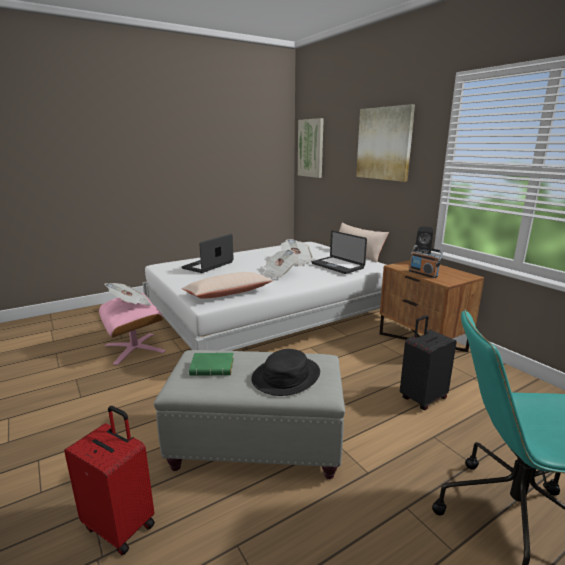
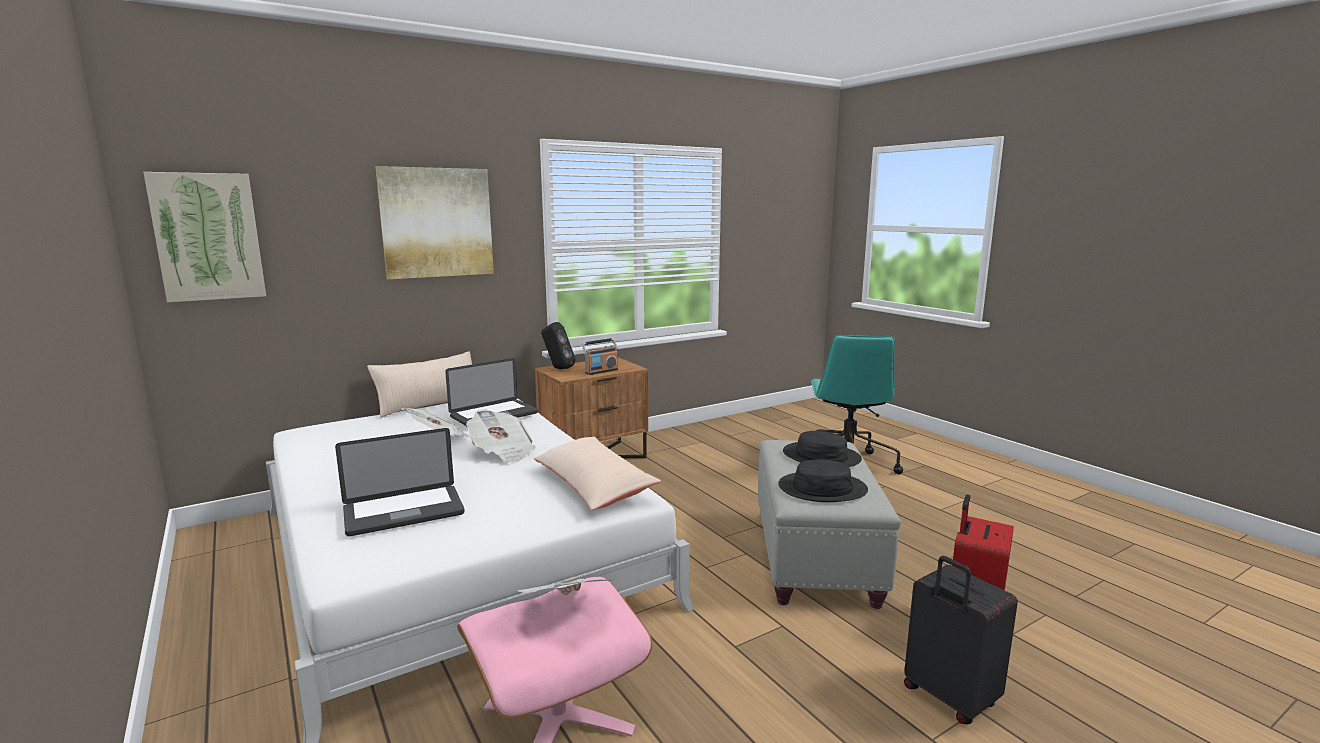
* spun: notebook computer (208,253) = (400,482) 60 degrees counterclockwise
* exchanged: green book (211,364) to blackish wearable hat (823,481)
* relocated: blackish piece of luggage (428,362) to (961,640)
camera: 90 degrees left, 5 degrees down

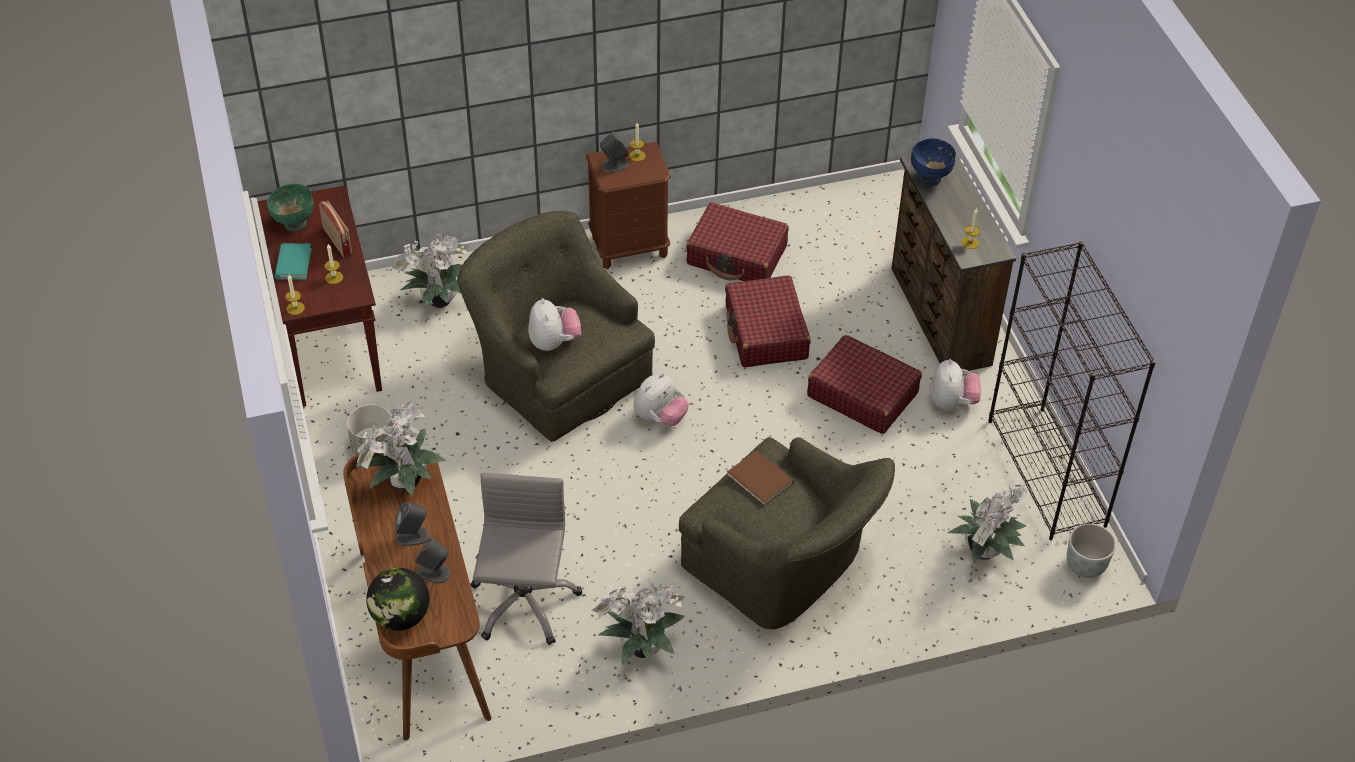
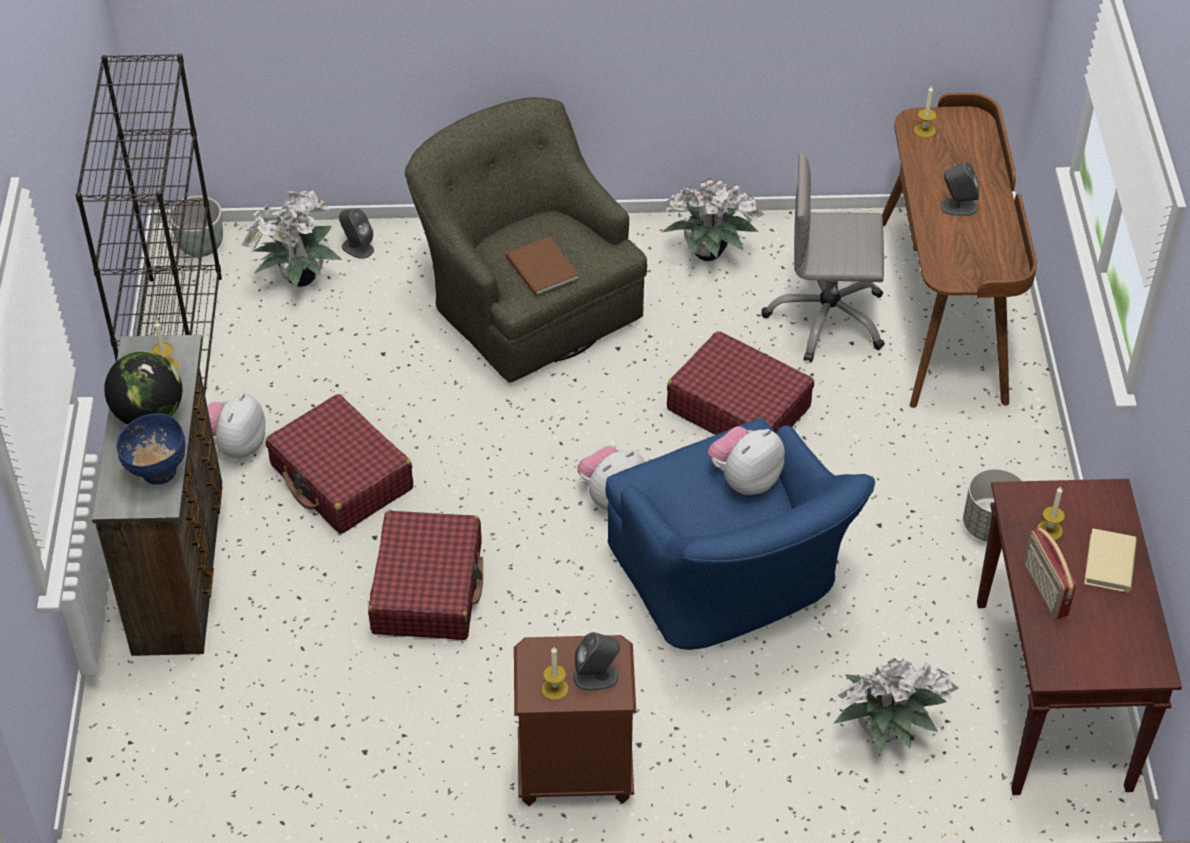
* relocated: desk globe (398,599) to (143,387)
* relocated: greyish speaker (433,560) to (356,233)
* colour: green lounge chair (556,326) to blue lounge chair (740,534)
* relocated: reddish piece of luggage (737,241) to (740,383)
* spun: cuddly toy (554,324) = (746,460) 45 degrees clockwise
* spun: greyish desk chair (526,559) = (823,257) 75 degrees clockwise
* relocated: candle (295,295) to (925,111)
* colour: blue-green book (293,261) to beige-coloured book (1110,560)
* missing: green bowl (290,208)
* missing: potted plant (401,449)
camera: 165 degrees left, 0 degrees up

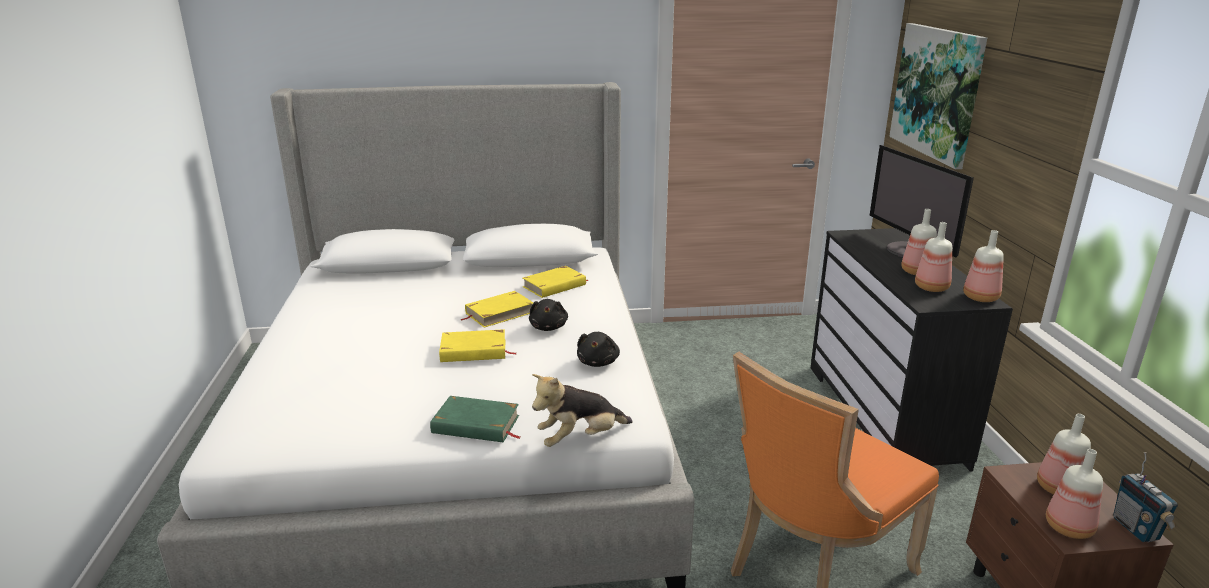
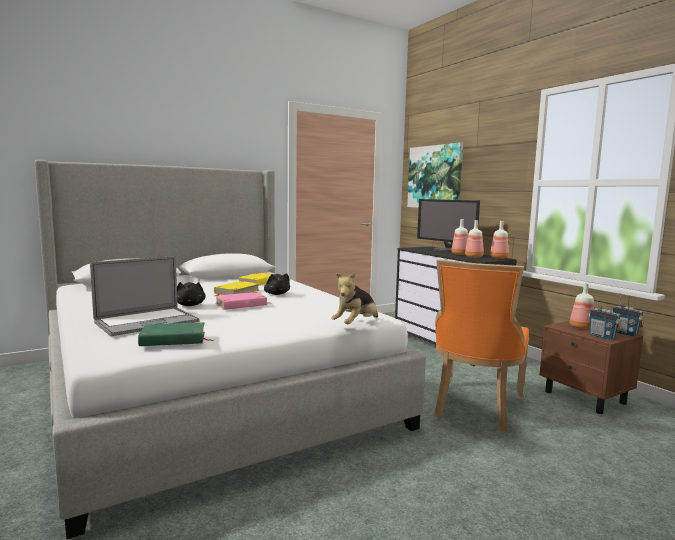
* appeared: notebook computer (145,296)
* relocated: green book (475,419) to (176,334)
* relocated: blackish cuddly toy (598,349) to (191,294)
* colour: yellow-coloured book (477,345) to pink-coloured book (241,301)
* exchanged: bottle (1074,494) to radio receiver (605,317)
camera: 25 degrees left, 15 degrees down

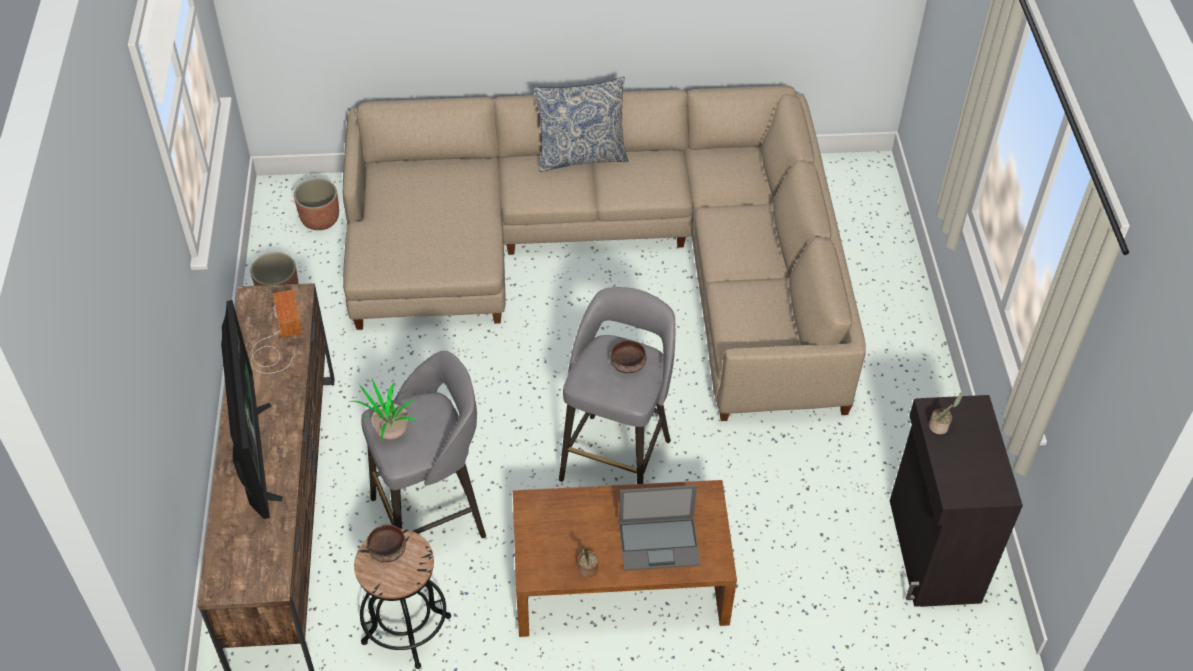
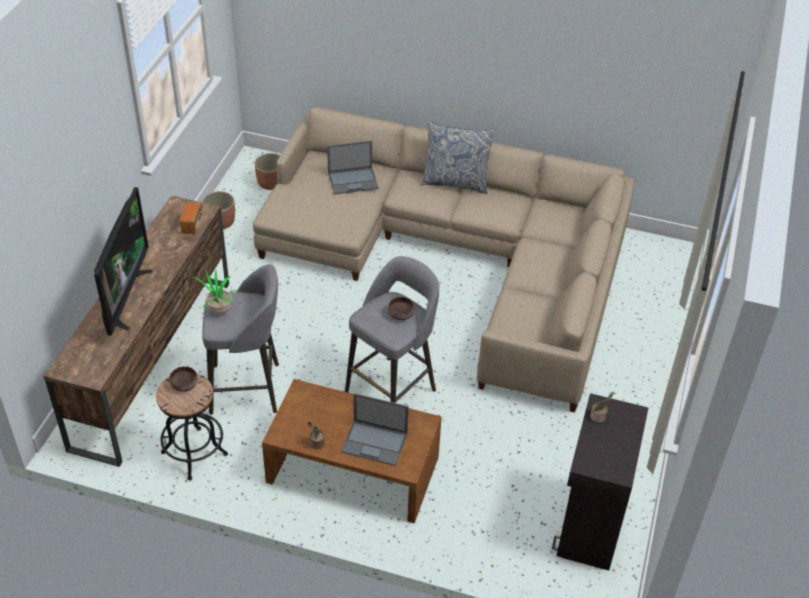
* appeared: notebook computer (353,168)
camera: 20 degrees right, 5 degrees down

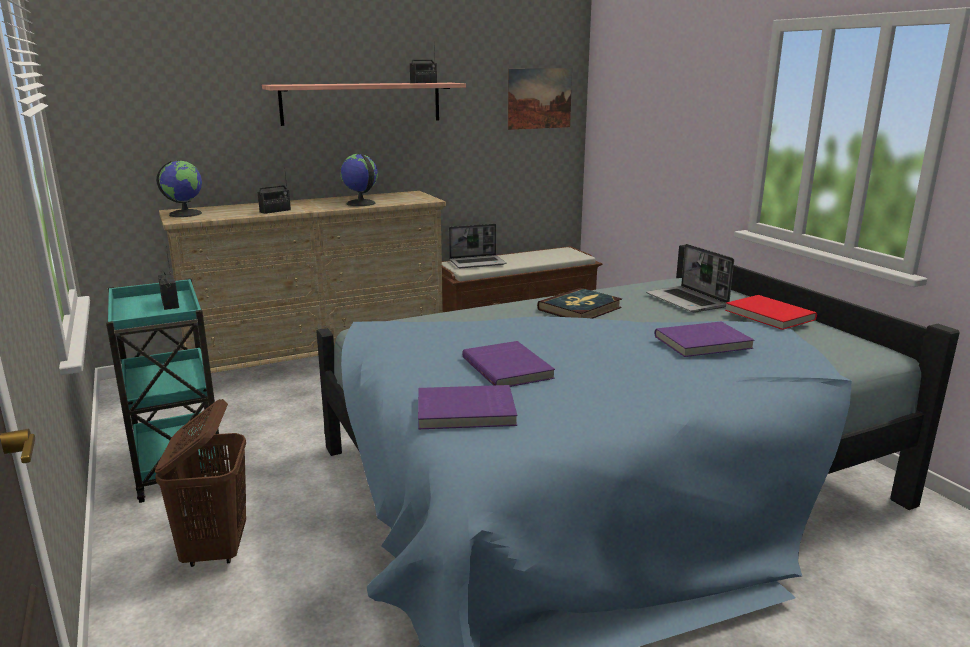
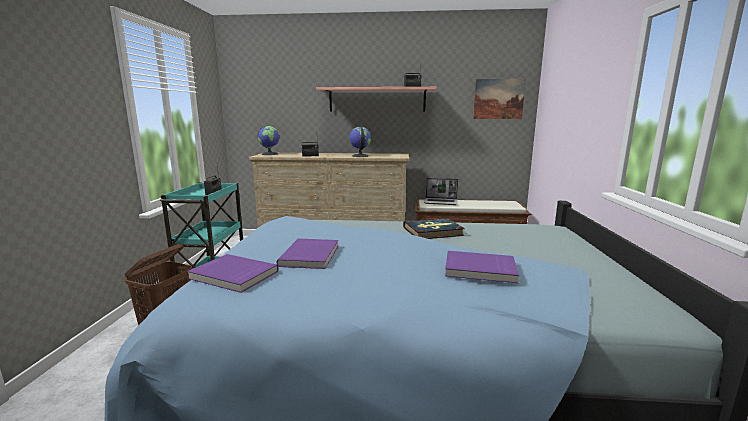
* missing: notebook computer (690,278)
* missing: reddish book (771,312)
camera: 30 degrees right, 5 degrees down

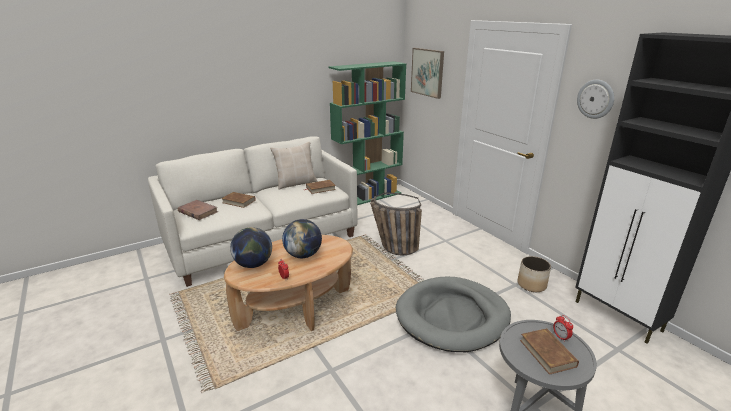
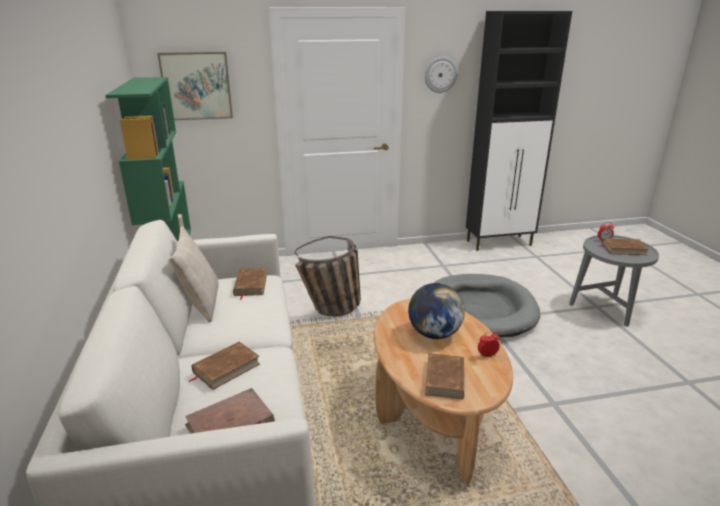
* exchanged: desk globe (251,247) to brown book (444,376)
* missing: flower pot (534,274)
camera: 70 degrees left, 0 degrees up

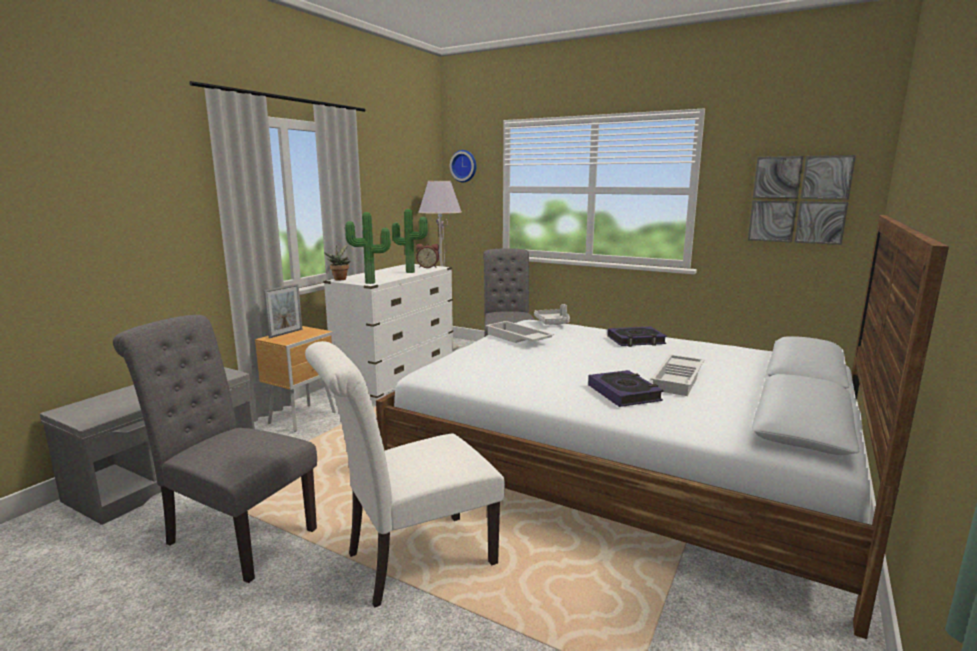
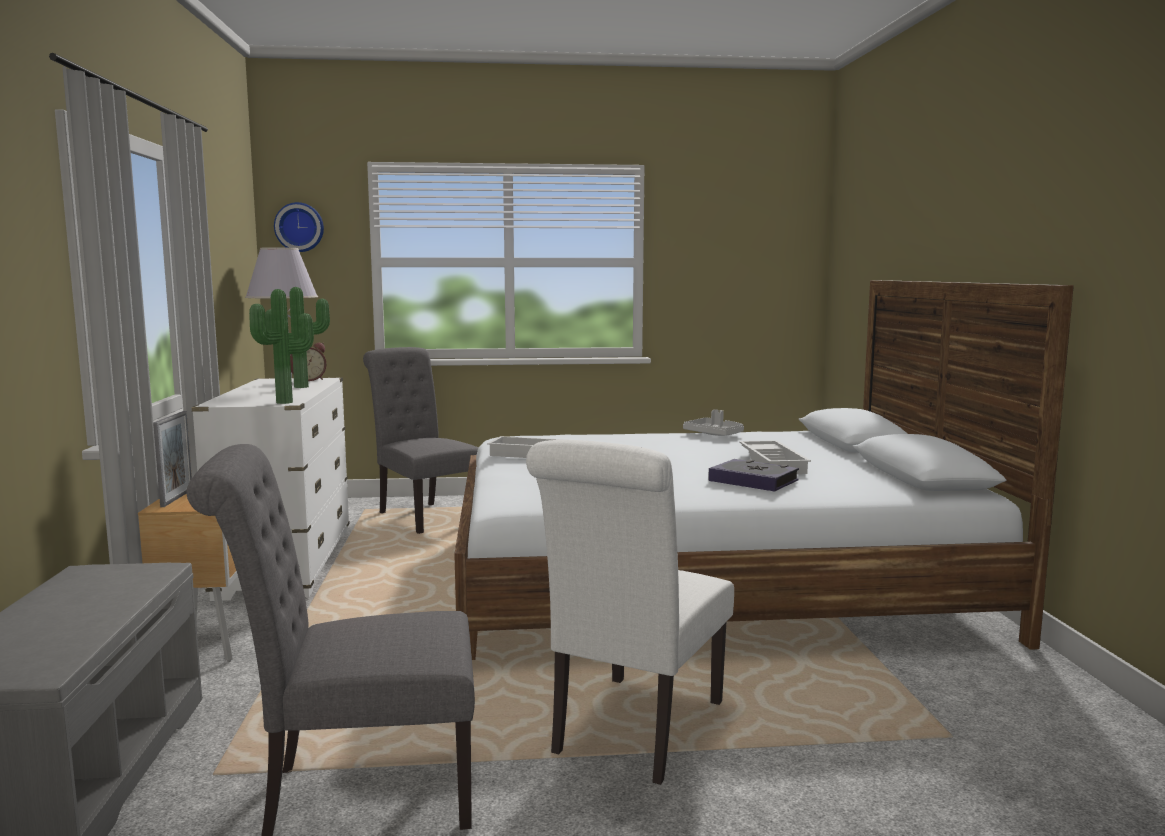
* relocated: greyish carrying tray (552,314) to (713,422)
* missing: potted plant (337,262)
* missing: book (637,336)
* missing: wall picture (802,200)
camera: 35 degrees left, 5 degrees down

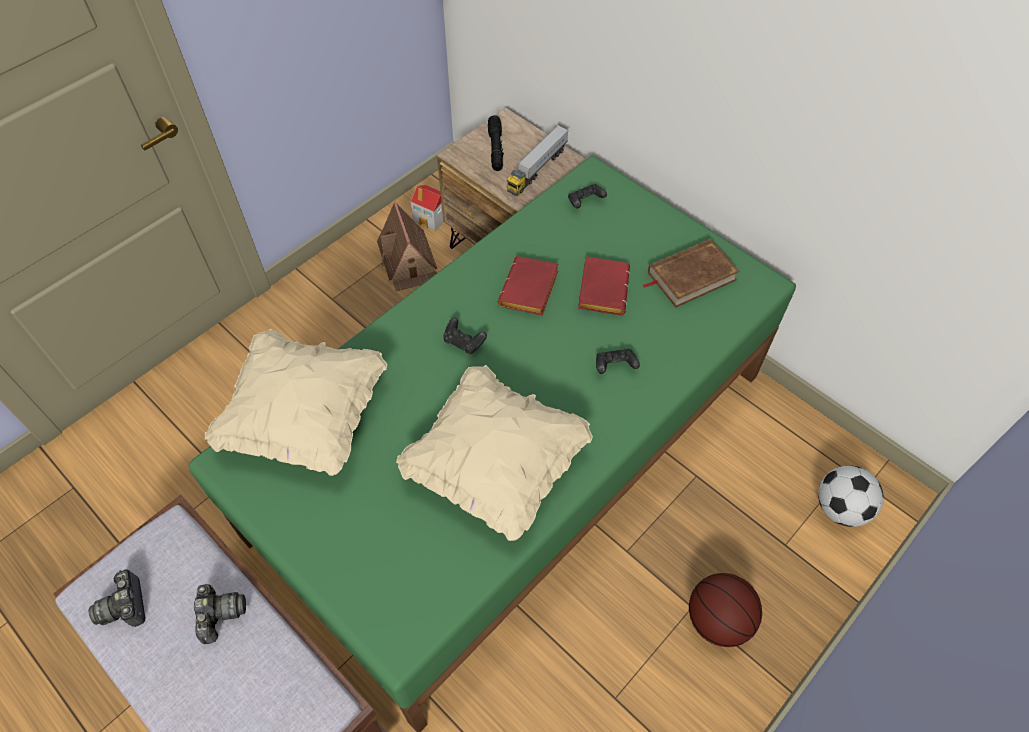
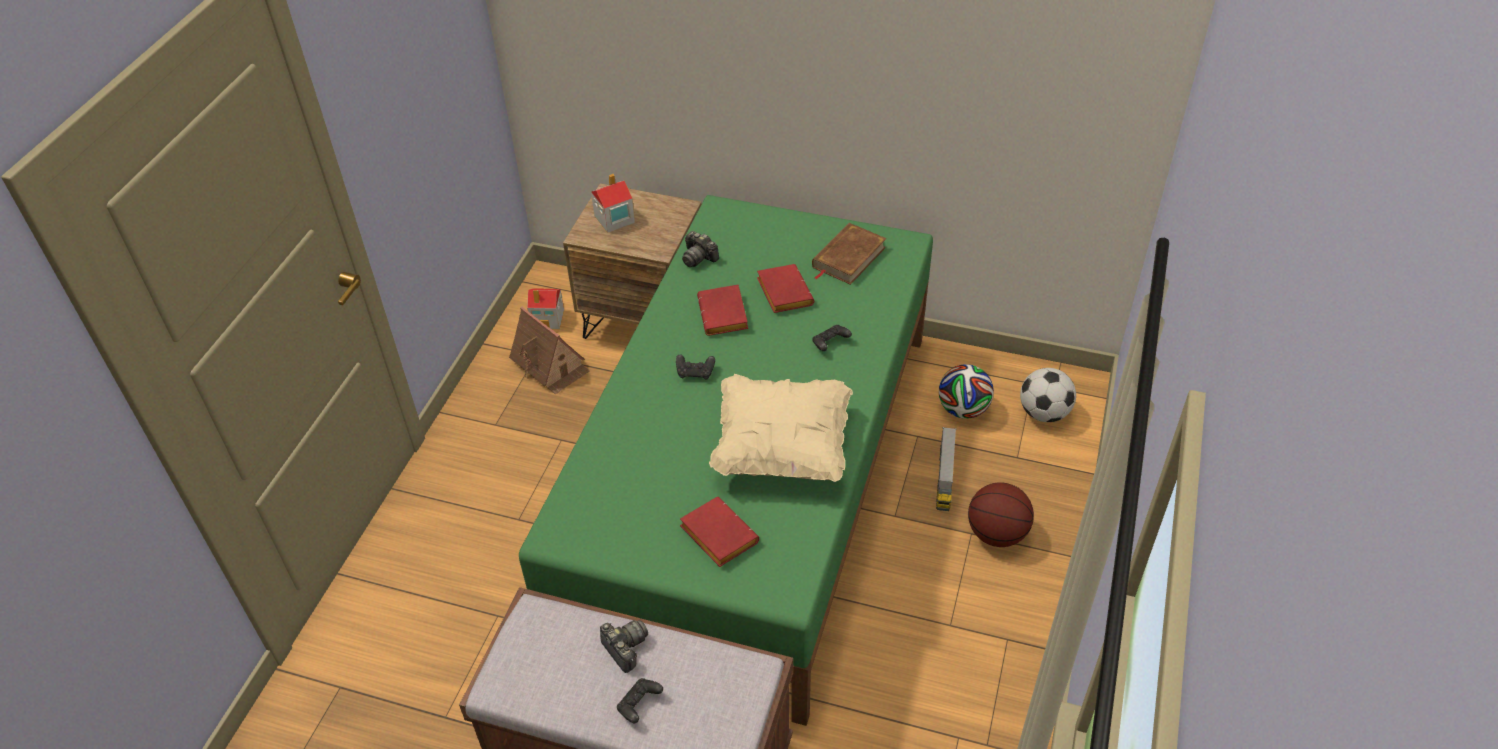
* exchanged: blackish flashlight (496,143) to model house (613,203)
* relocated: blackish gamepad (587,196) to (640,700)
* appeared: reddish book (719,532)
* relocated: still camera (117,598) to (700,249)
* relocated: toy truck (538,160) to (946,469)
* appeared: football (966,391)
* missing: beige-coloured cushion (296,402)
camera: 25 degrees left, 10 degrees down

